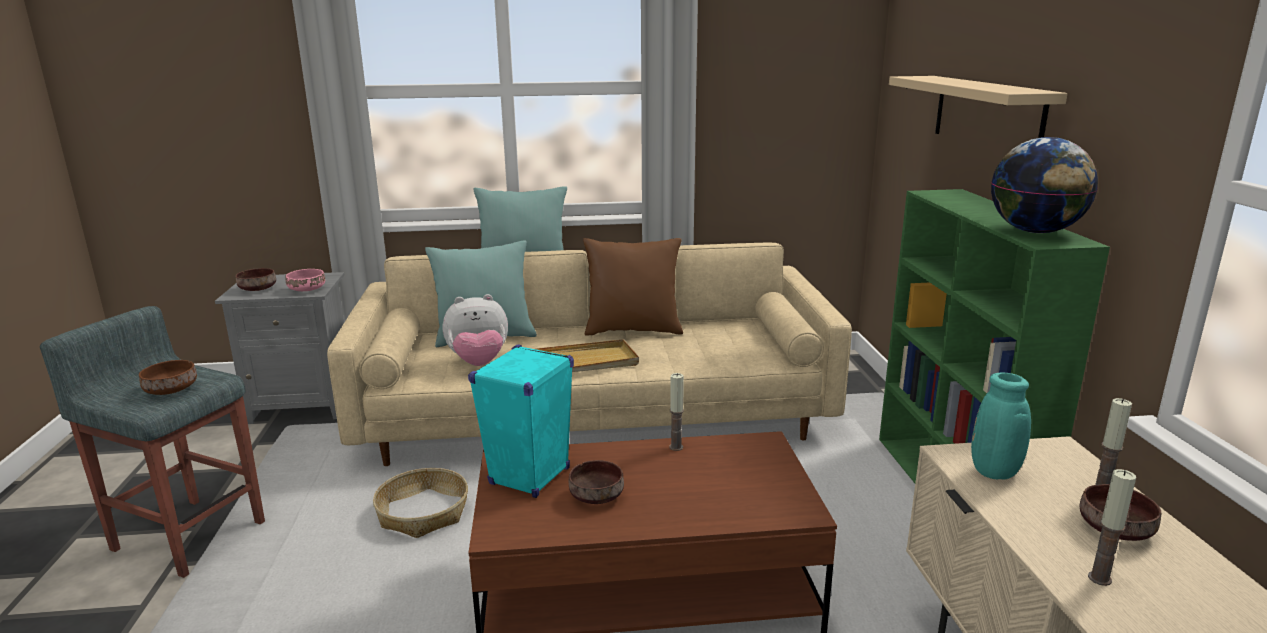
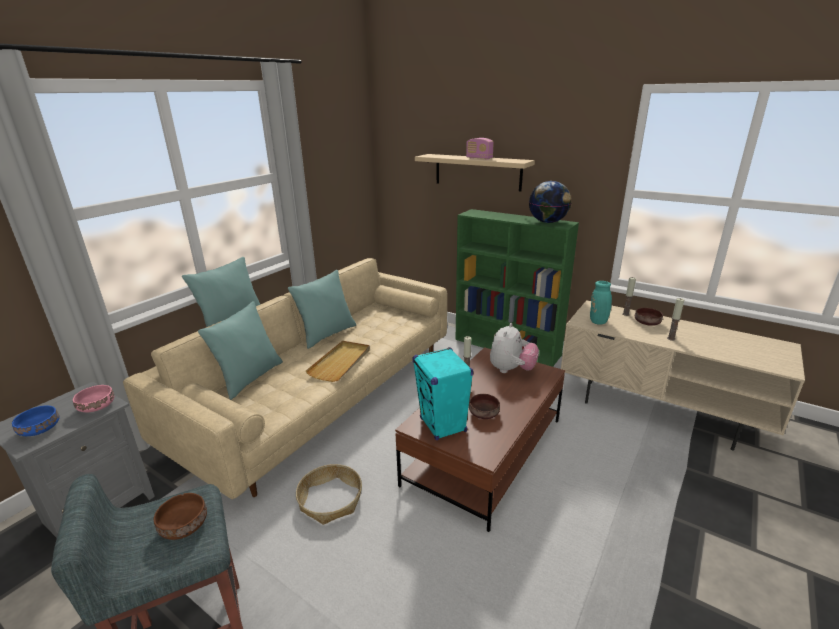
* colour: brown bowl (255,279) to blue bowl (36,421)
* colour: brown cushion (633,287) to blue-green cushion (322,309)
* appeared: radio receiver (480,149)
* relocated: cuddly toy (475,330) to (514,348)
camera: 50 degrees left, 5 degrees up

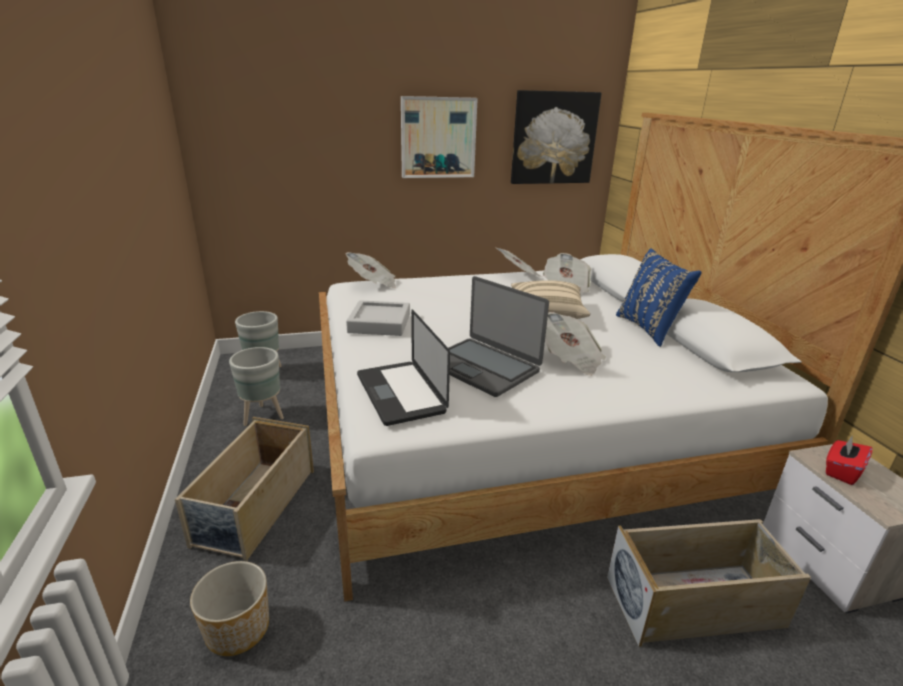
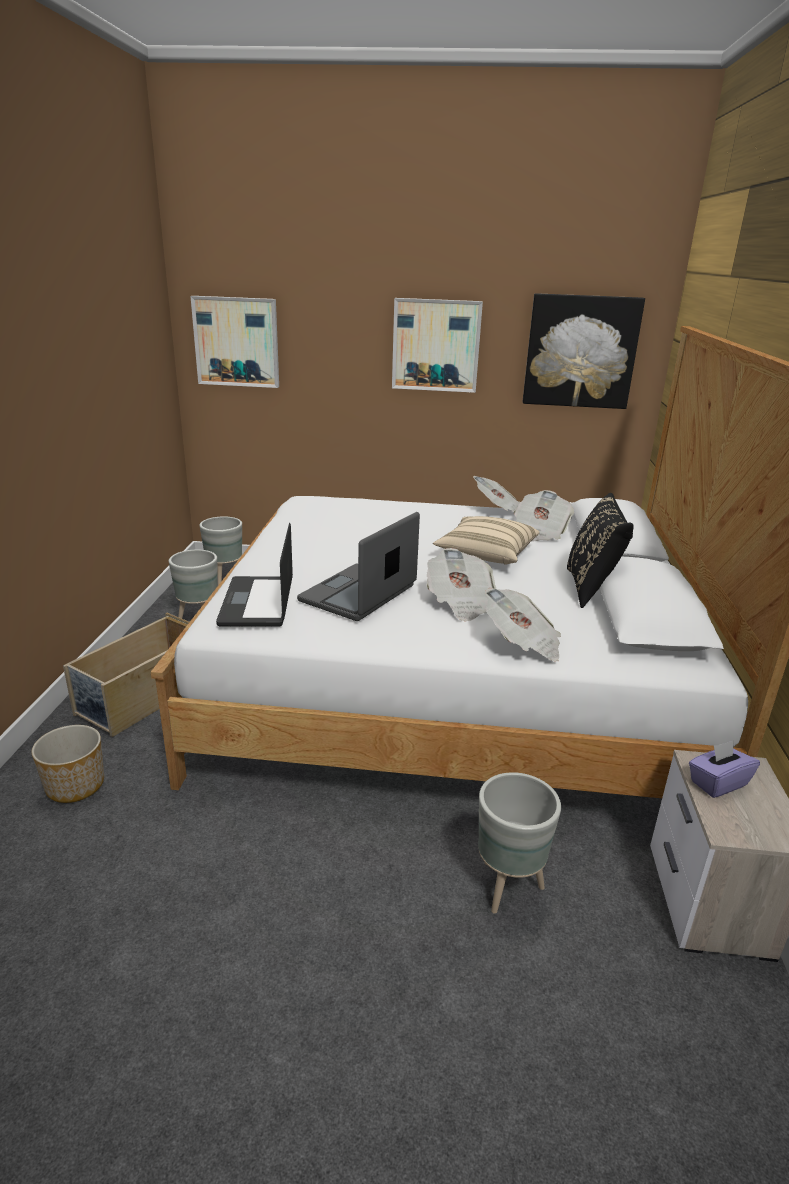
* appeared: wall picture (234,342)
* spun: notebook computer (499,336) = (358,566) 60 degrees clockwise
* exchanged: beige-coloured storage container (709,583) to greyish flower pot (519,843)
* relocated: newspaper (371,270) to (523,624)
* colour: blue cushion (659,297) to blackish cushion (600,550)
* colour: reddish box of tissues (849,460) to purplish box of tissues (724,769)
* missing: greyish carrying tray (378,318)
camera: 20 degrees right, 0 degrees up

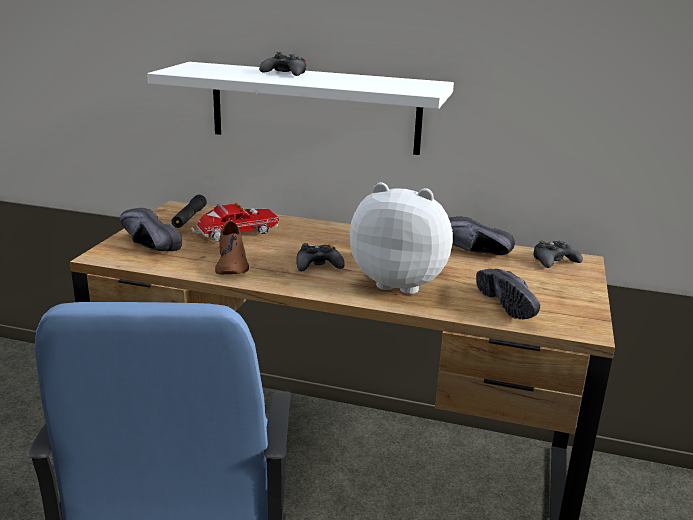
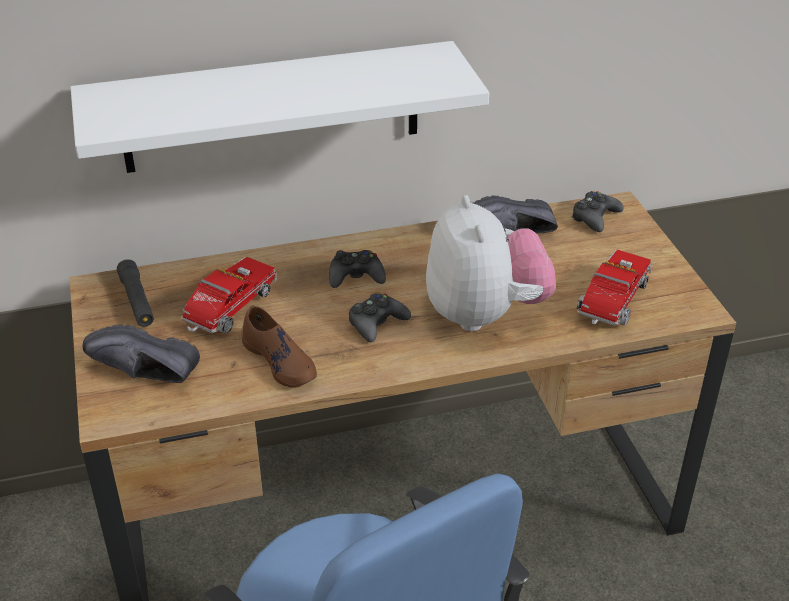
* relocated: blackish gamepad (282,64) to (357,269)
* spun: cuddly toy (401,238) = (491,263) 90 degrees clockwise
* exchanged: blackish item of footwear (508,294) to toy truck (614,288)
camera: 30 degrees left, 15 degrees up

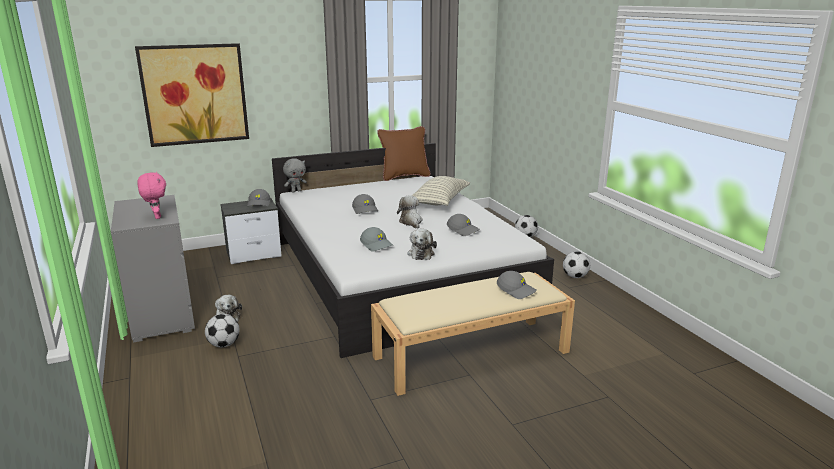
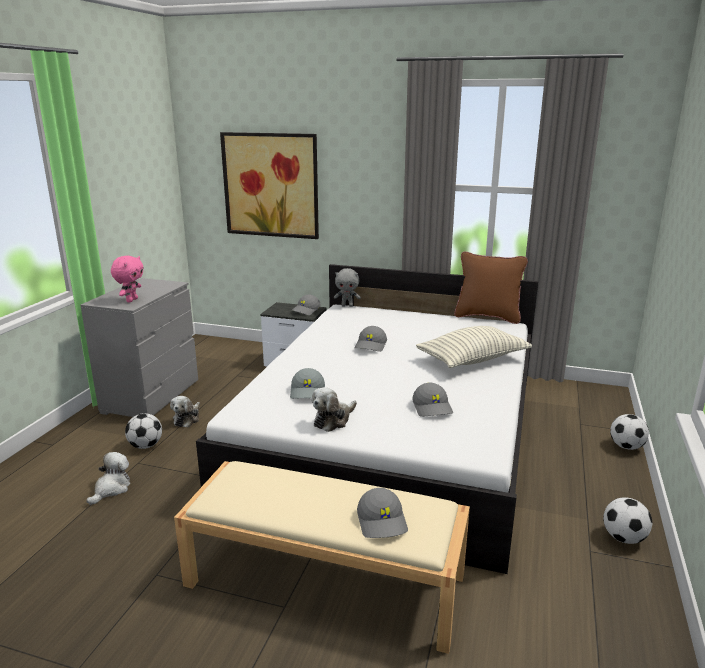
* relocated: cuddly toy (409,212) to (108,478)
camera: 40 degrees right, 0 degrees up

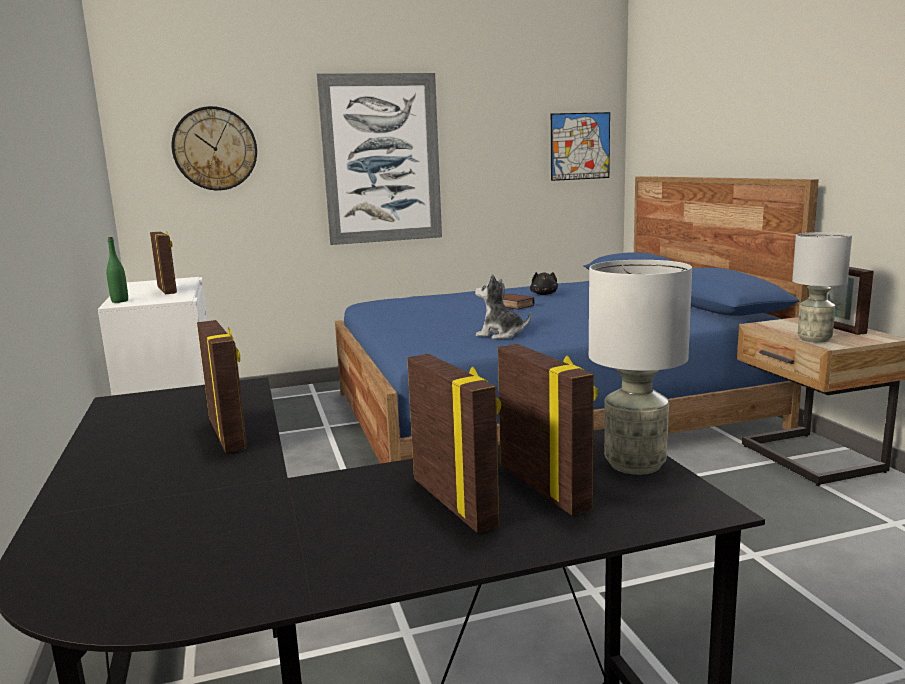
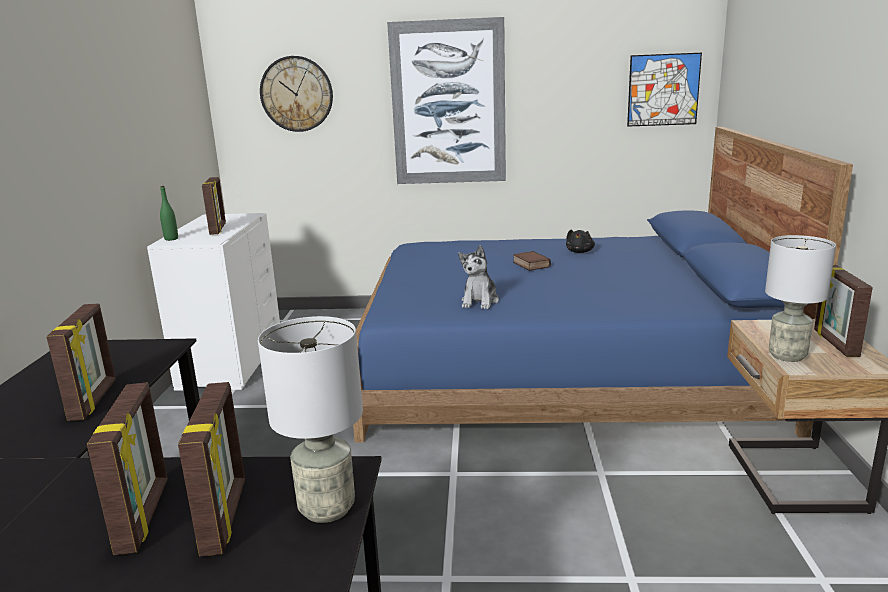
* spun: cuddly toy (503,306) = (478,277) 120 degrees counterclockwise
camera: 20 degrees right, 5 degrees up

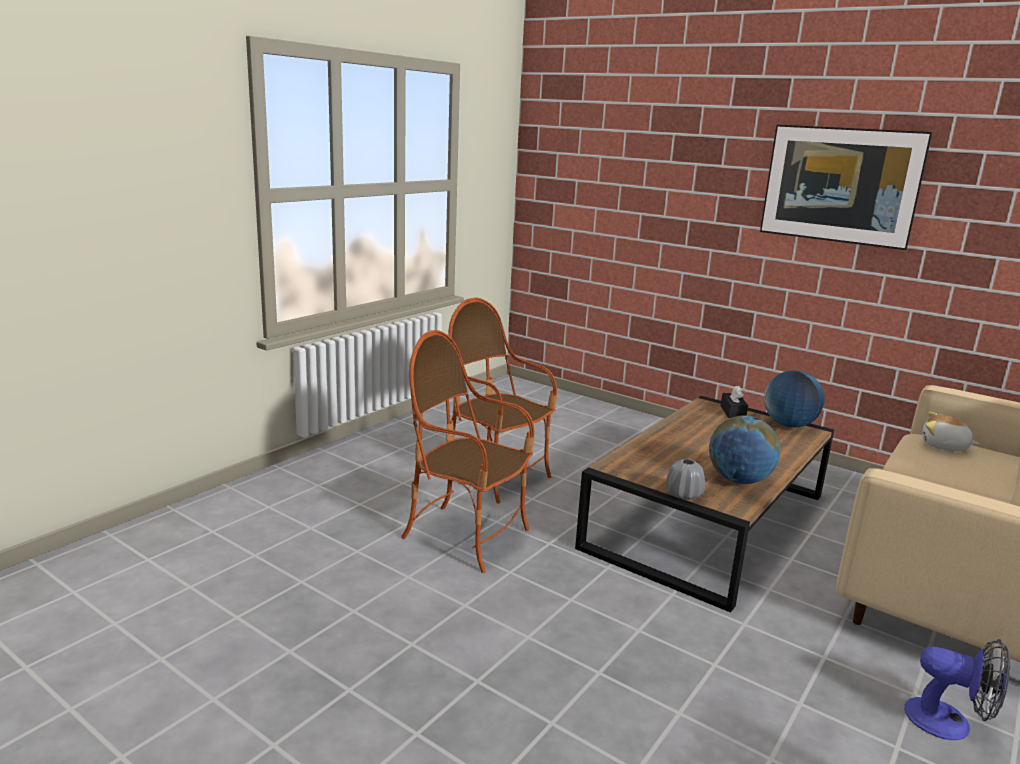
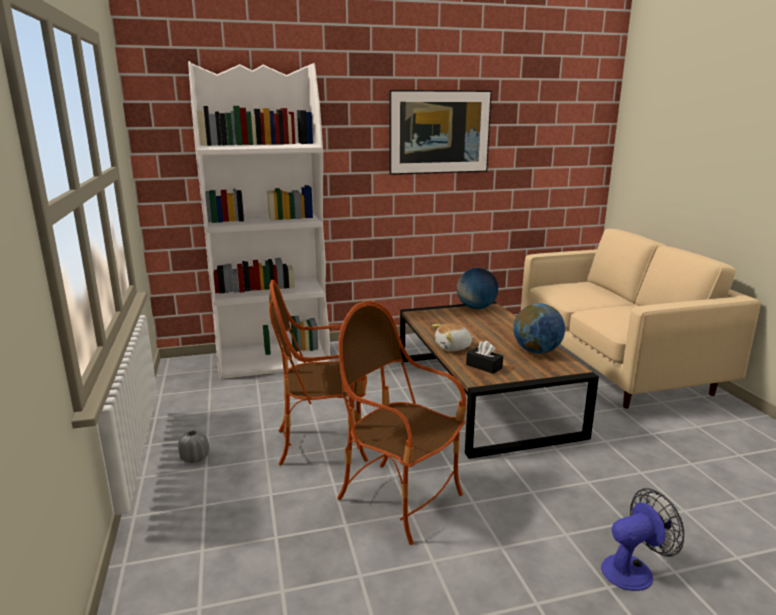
* relocated: greyish decorative vase (685,479) to (193,446)
* appeared: white-coloured bookshelf (259,220)
* spun: lounge chair (468,451) = (402,423) 60 degrees clockwise
* relocated: cuddly toy (951,431) to (453,337)
* relocated: blackish box of tissues (734,402) to (484,357)
* relocated: cooling fan (957,689) to (642,539)
camera: 50 degrees left, 0 degrees up

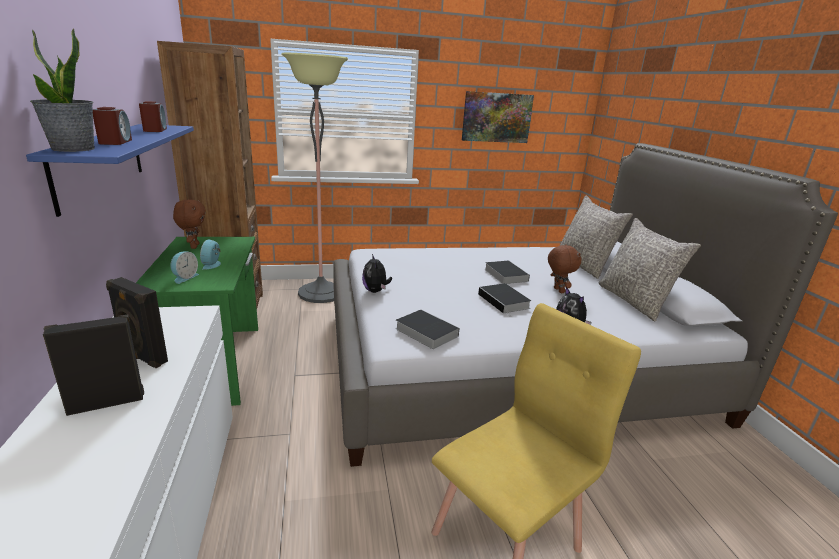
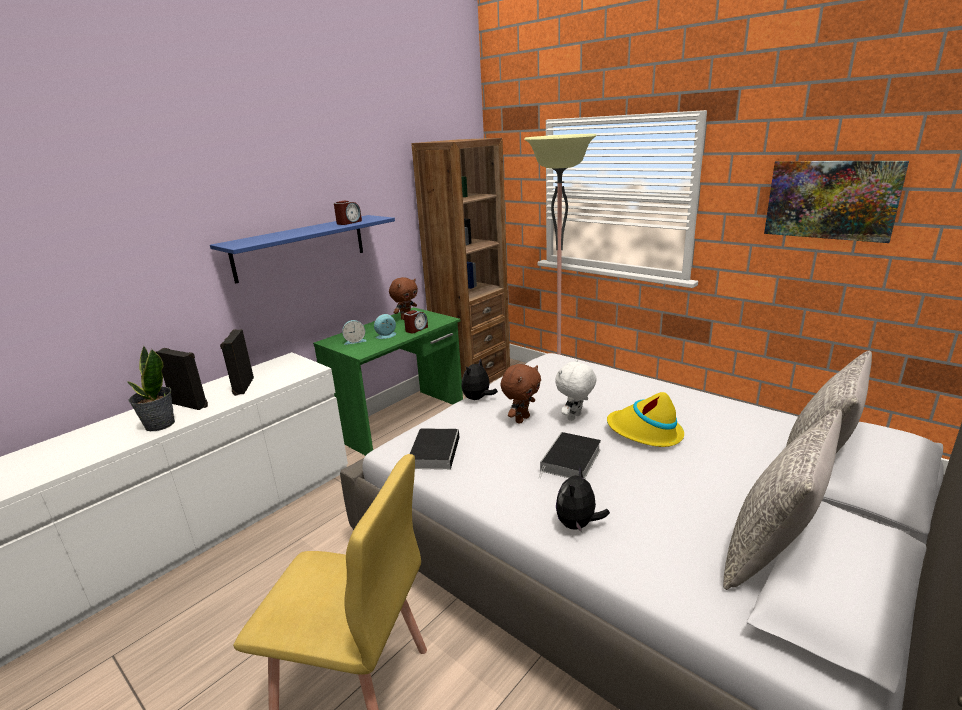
* relocated: potted plant (62,90) to (151,388)
* relocated: alarm clock (112,126) to (416,321)
* relocated: brown cuddly toy (564,268) to (520,394)
* appeared: white-coloured cuddly toy (576,390)
* exchanged: book (507,272) to yellow-coloured wearable hat (645,419)
camera: 55 degrees right, 0 degrees up

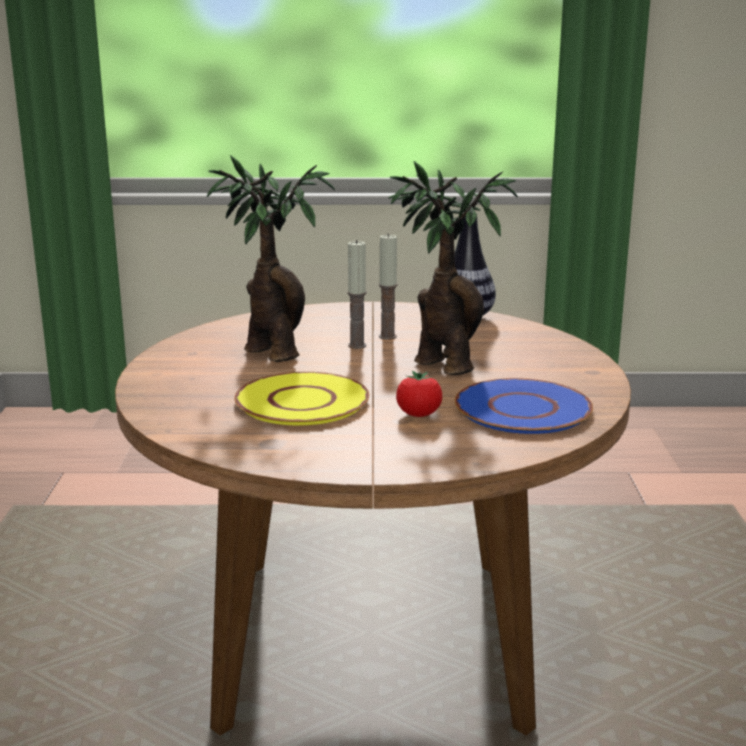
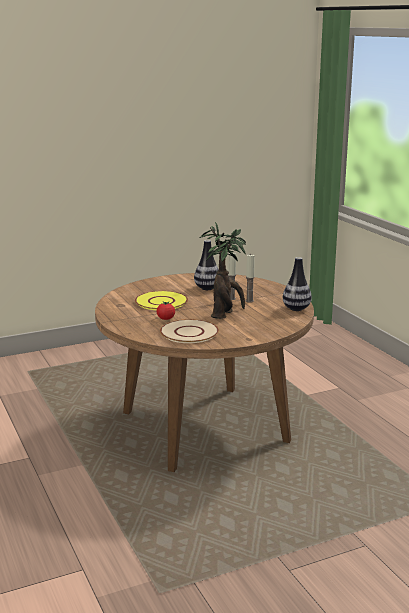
* colour: blue dinner plate (524,406) to beige-coloured dinner plate (189,331)
* exchanged: potted plant (271,258) to decorative vase (206,265)
camera: 65 degrees right, 0 degrees up

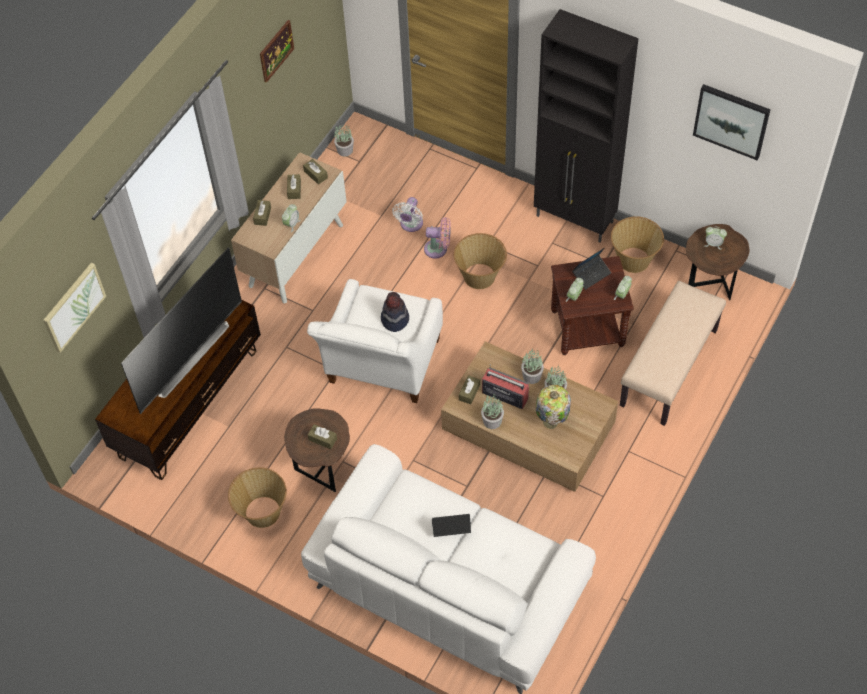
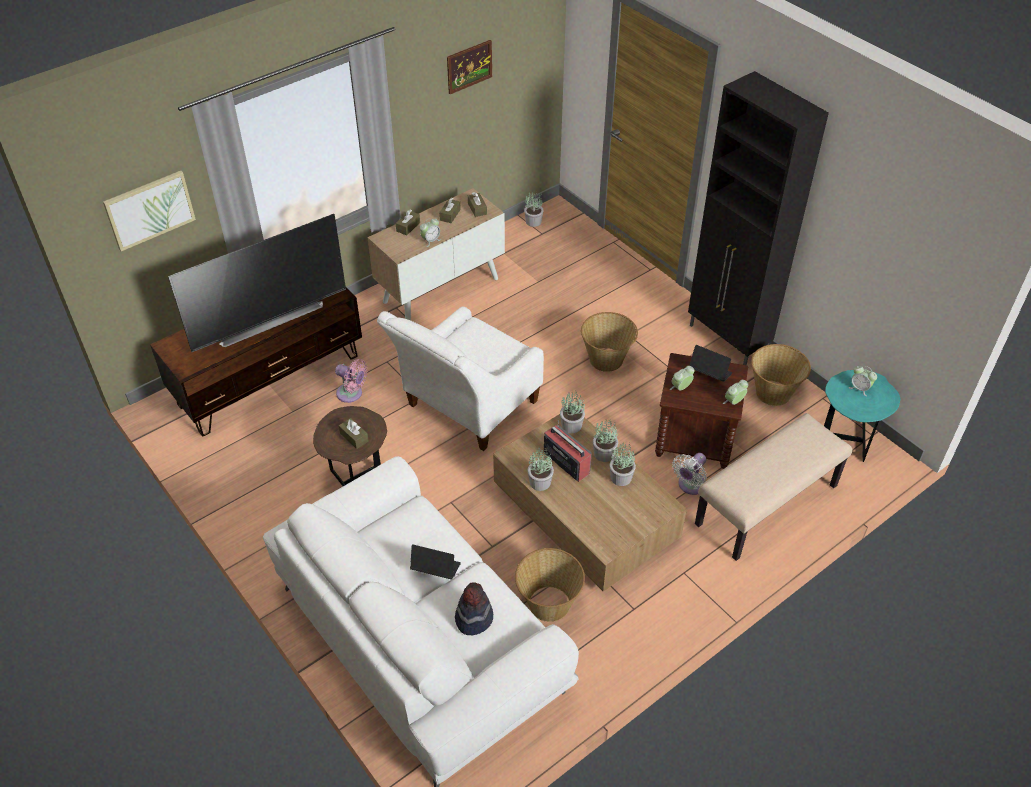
* relocated: pink-coloured cooling fan (437,238) to (351,381)
* relocated: wearable hat (395,312) to (474,609)
* relocated: household basket (257,497) to (550,585)
* appeared: potted plant (572,412)
* relocated: white-coloured cooling fan (407,214) to (689,474)
* spun: notebook computer (591,269) = (710,363) 135 degrees counterclockwise
* colour: brown side table (718,262) to blue-green side table (862,416)
* missing: brown box of tissues (469,389)
* missing: lamp for a table (553,407)
* missing: wall picture (732,122)
camera: 20 degrees right, 10 degrees down

